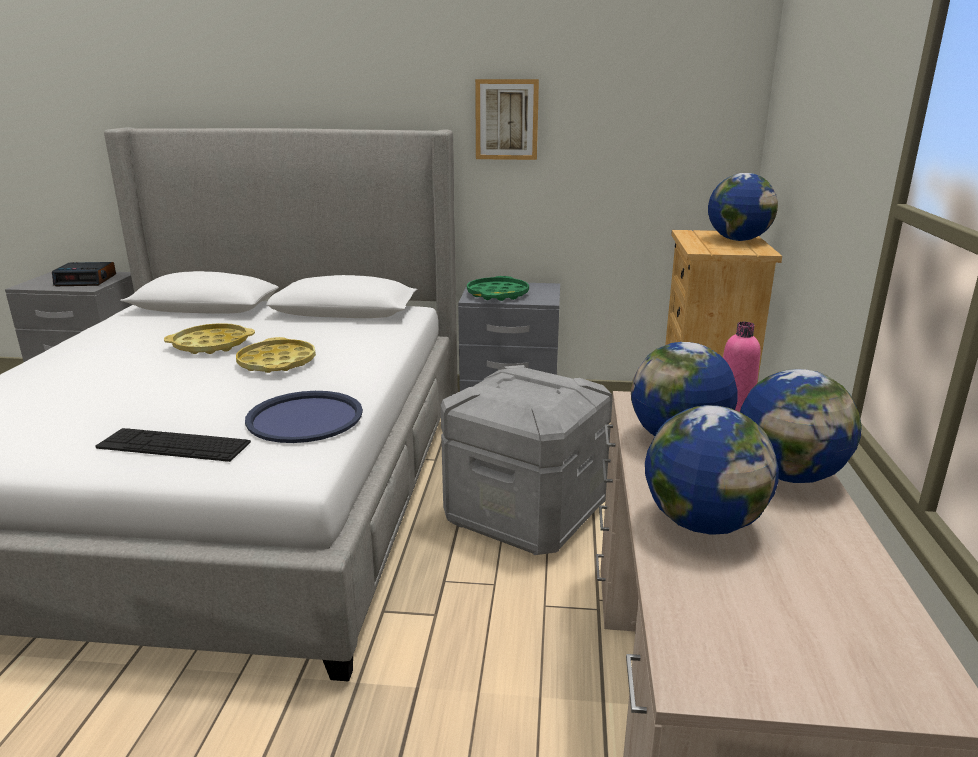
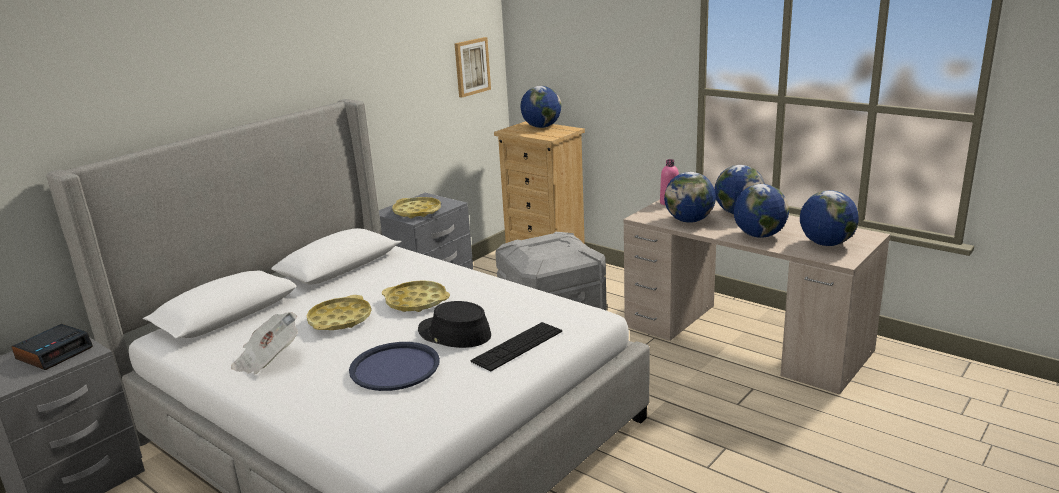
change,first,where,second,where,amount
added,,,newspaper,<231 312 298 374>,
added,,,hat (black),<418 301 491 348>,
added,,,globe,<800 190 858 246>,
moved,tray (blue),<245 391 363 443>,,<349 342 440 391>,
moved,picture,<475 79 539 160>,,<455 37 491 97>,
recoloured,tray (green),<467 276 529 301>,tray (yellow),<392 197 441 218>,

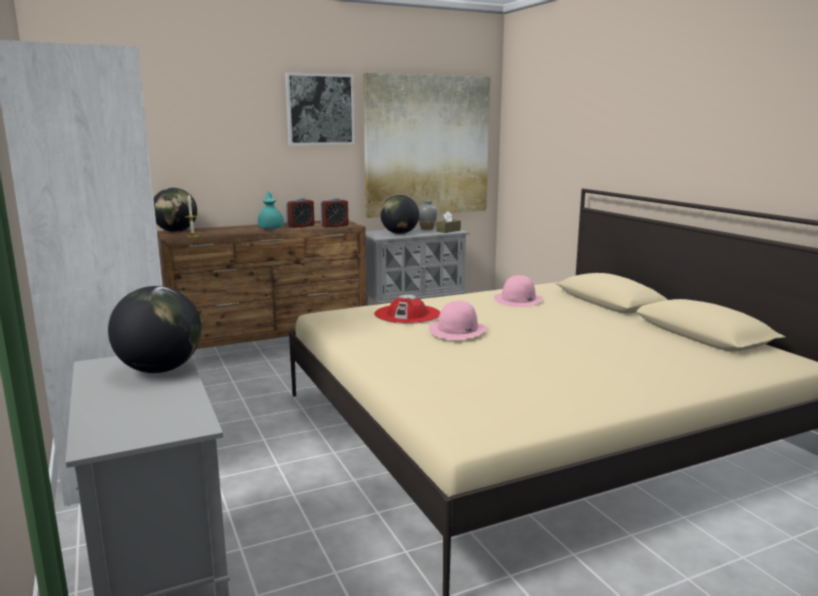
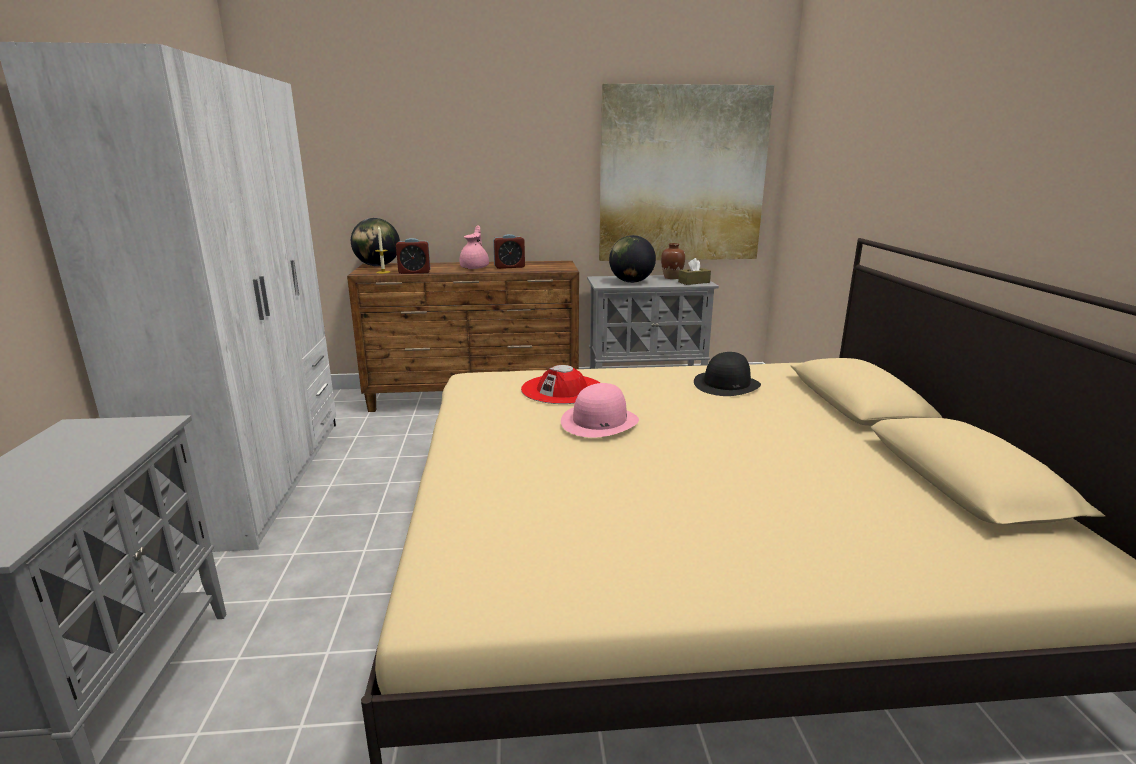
change,first,where,second,where,amount
removed,globe,<108 286 202 373>,,,
removed,picture,<285 73 355 145>,,,
moved,alarm clock,<320 198 348 227>,,<396 238 430 274>,
recoloured,teapot (turquoise),<258 191 284 229>,teapot (pink),<459 225 489 269>,
recoloured,vase (grey),<418 200 437 230>,vase (brown),<661 243 685 279>,
recoloured,hat (pink),<494 275 543 307>,hat (black),<694 352 761 396>,

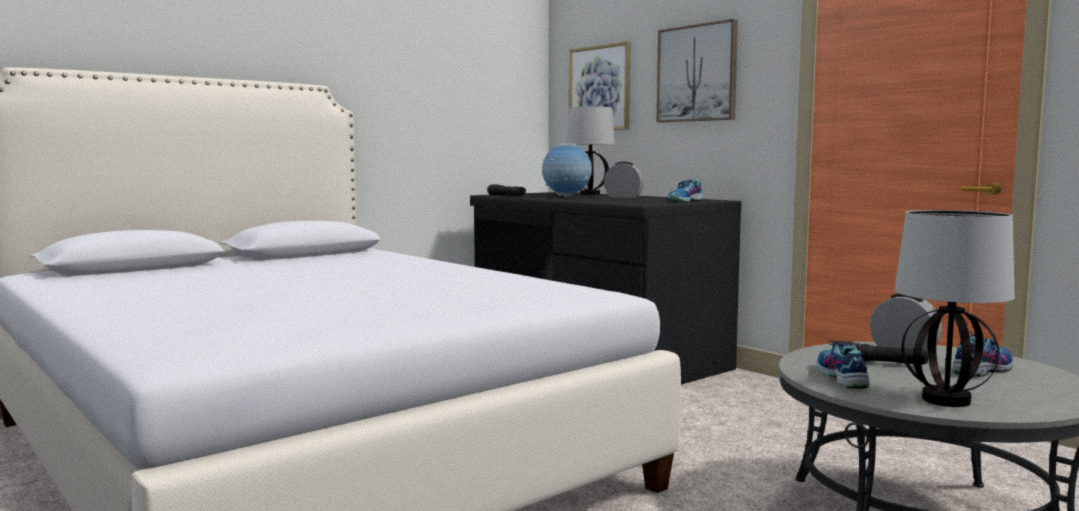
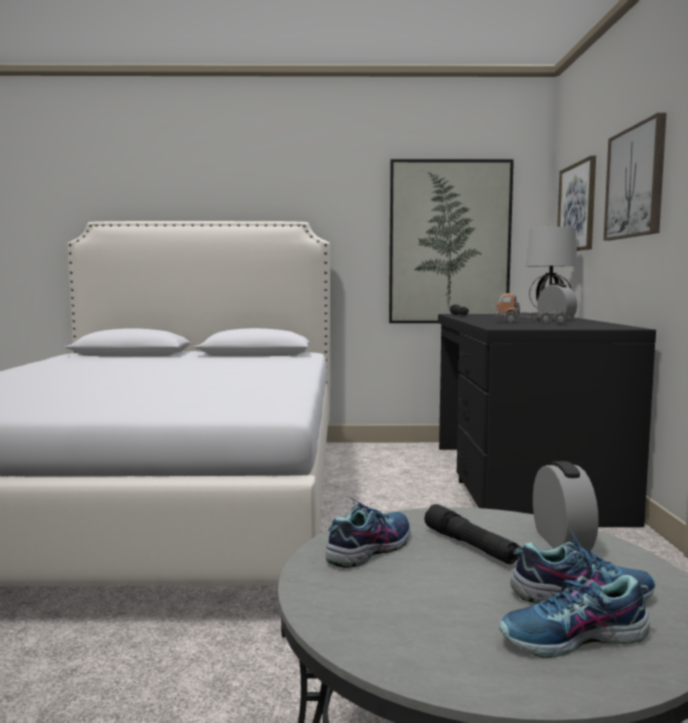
change,first,where,second,where,amount
removed,globe,<542 143 592 197>,,,
removed,table lamp,<894 210 1015 407>,,,
added,,,picture,<389 159 514 323>,
added,,,toy truck,<495 293 570 324>,
moved,shoe,<668 178 703 202>,,<499 575 650 658>,

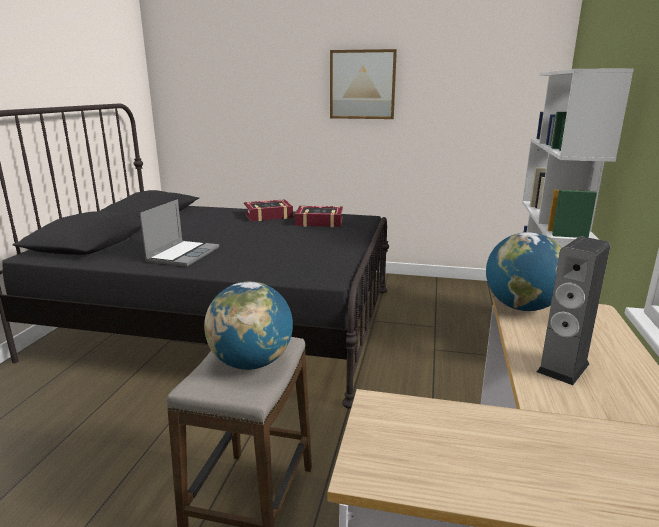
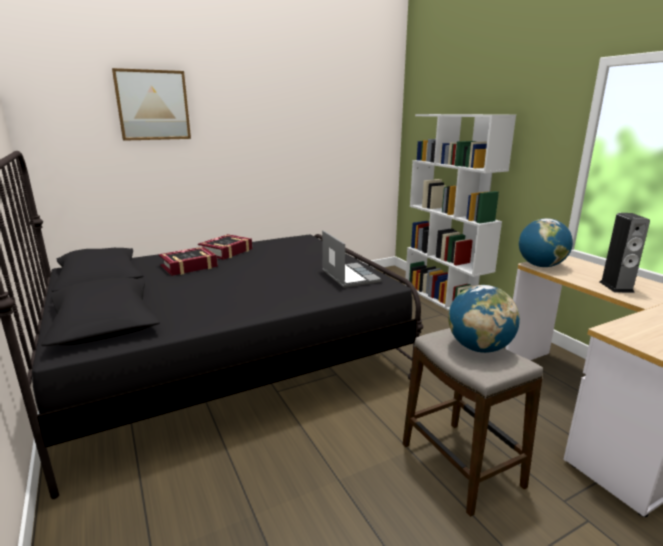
change,first,where,second,where,amount
moved,laptop,<140 199 219 267>,,<322 230 381 288>,
moved,book,<295 205 343 227>,,<159 247 218 276>,
moved,picture,<330 49 397 119>,,<112 68 191 141>,

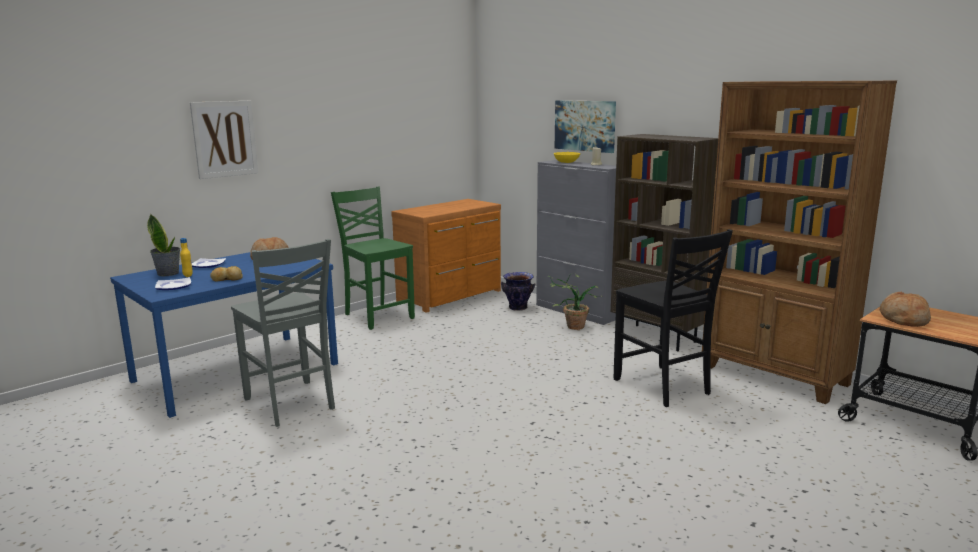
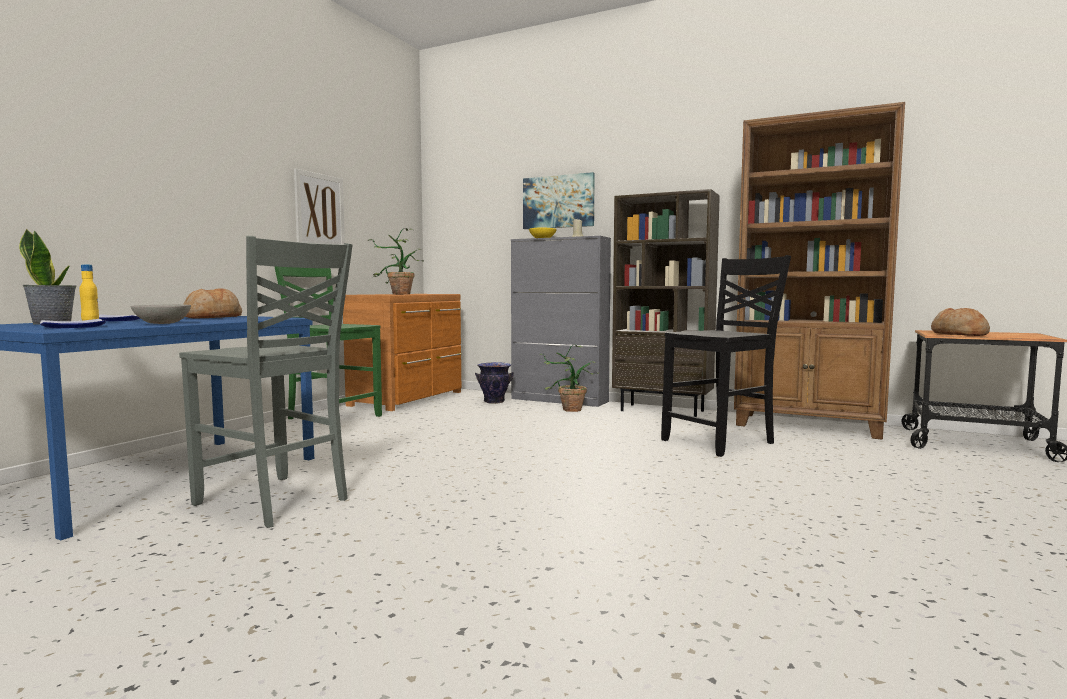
change,first,where,second,where,amount
added,,,potted plant,<369 228 424 294>,
moved,picture,<190 101 258 179>,,<294 169 345 245>,
replaced,bread,<210 266 243 281>,bowl (grey),<131 304 191 324>,
turned,chair (black),<613 229 733 407>,,<661 255 791 457>,75 degrees counterclockwise

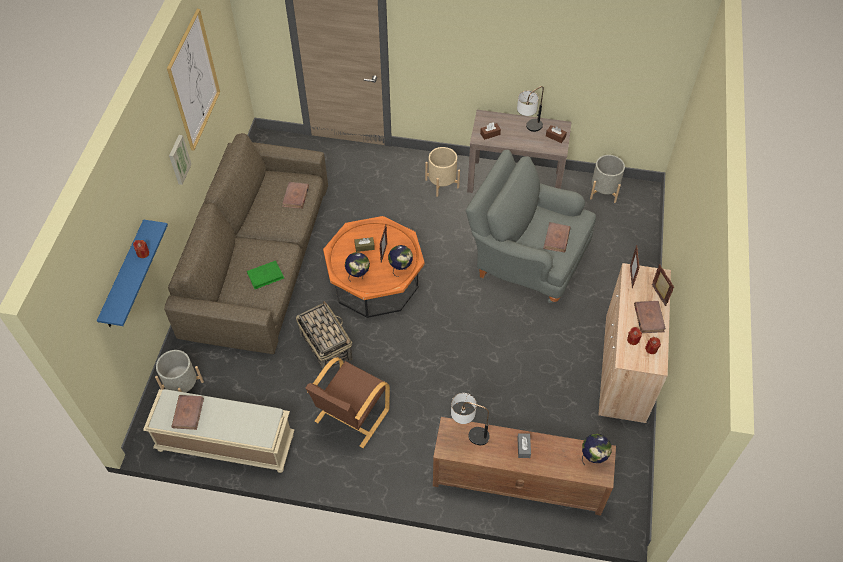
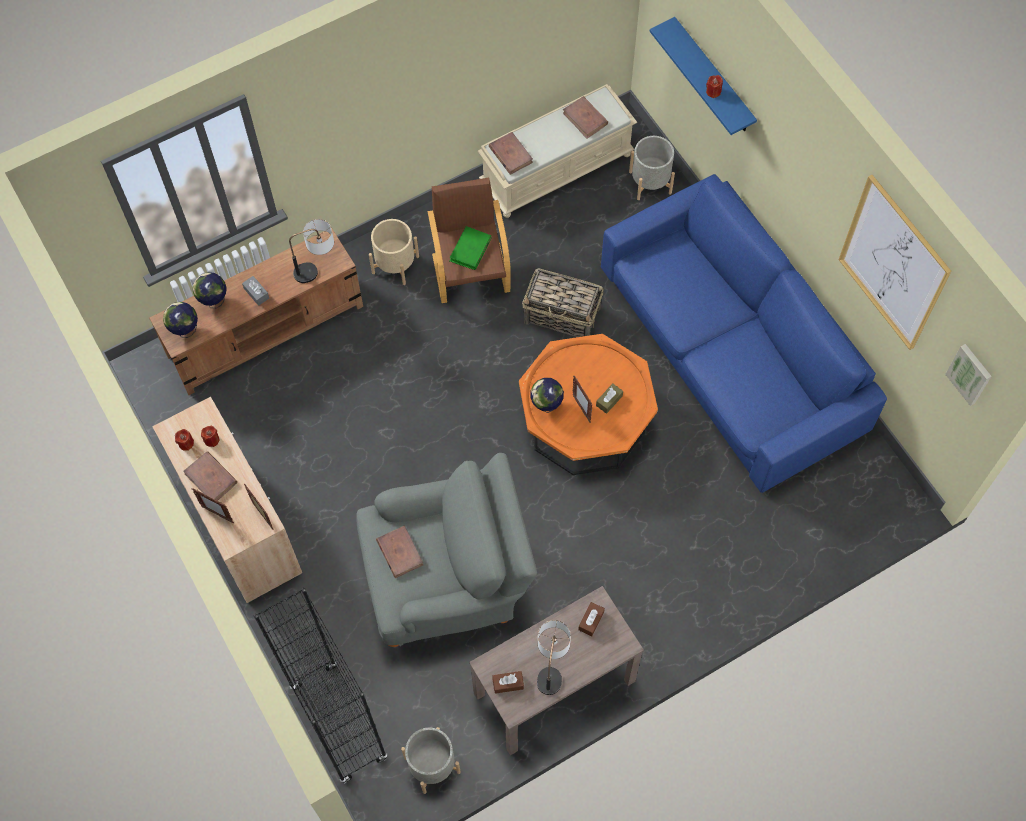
change,first,where,second,where,amount
added,,,bookcase (black),<254 588 388 784>,
moved,picture,<169 135 192 185>,,<945 344 992 406>,
moved,book (green),<247 261 285 289>,,<449 226 492 270>,
moved,book (brown),<282 182 309 209>,,<489 132 533 175>,
moved,globe,<345 252 370 282>,,<192 272 227 308>,
moved,planter (beige),<425 147 460 197>,,<369 219 419 285>,
recoloured,sofa (brown),<164 133 328 354>,sofa (blue),<601 174 887 493>,

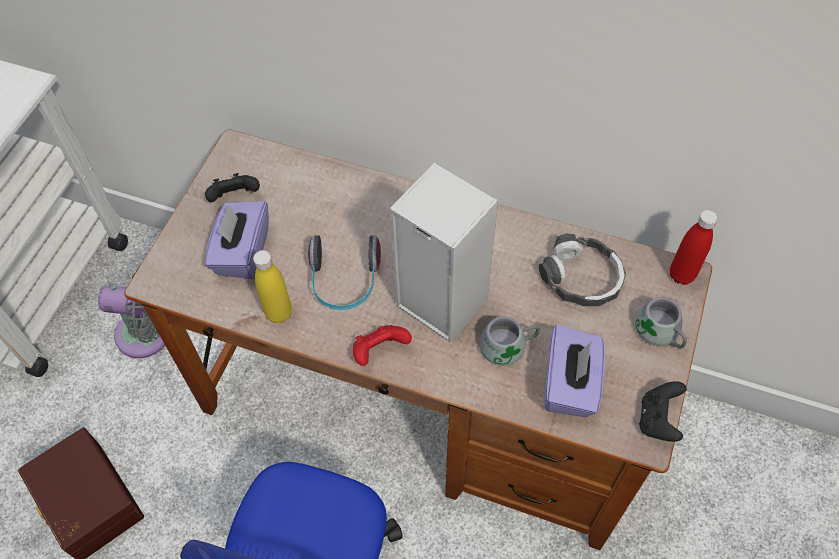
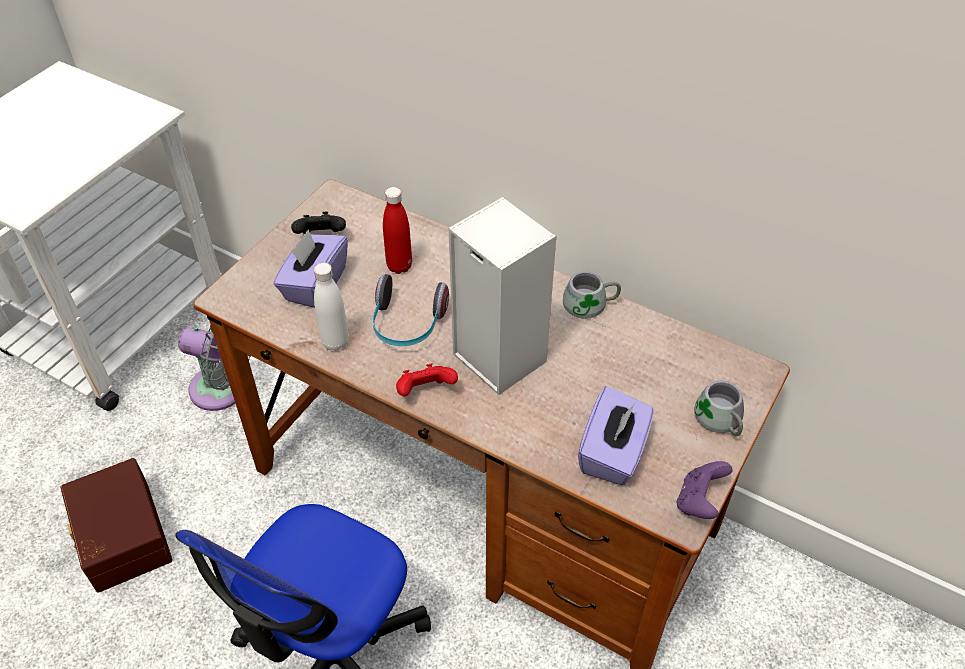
change,first,where,second,where,amount
removed,headphones,<539 233 626 306>,,,
moved,mug (grey),<480 316 540 372>,,<563 271 621 327>,
moved,bottle (red),<670 210 718 285>,,<383 187 412 274>,
recoloured,bottle (yellow),<253 250 292 323>,bottle (white),<314 263 349 351>,
recoloured,game controller (black),<639 381 687 442>,game controller (purple),<677 461 732 519>,

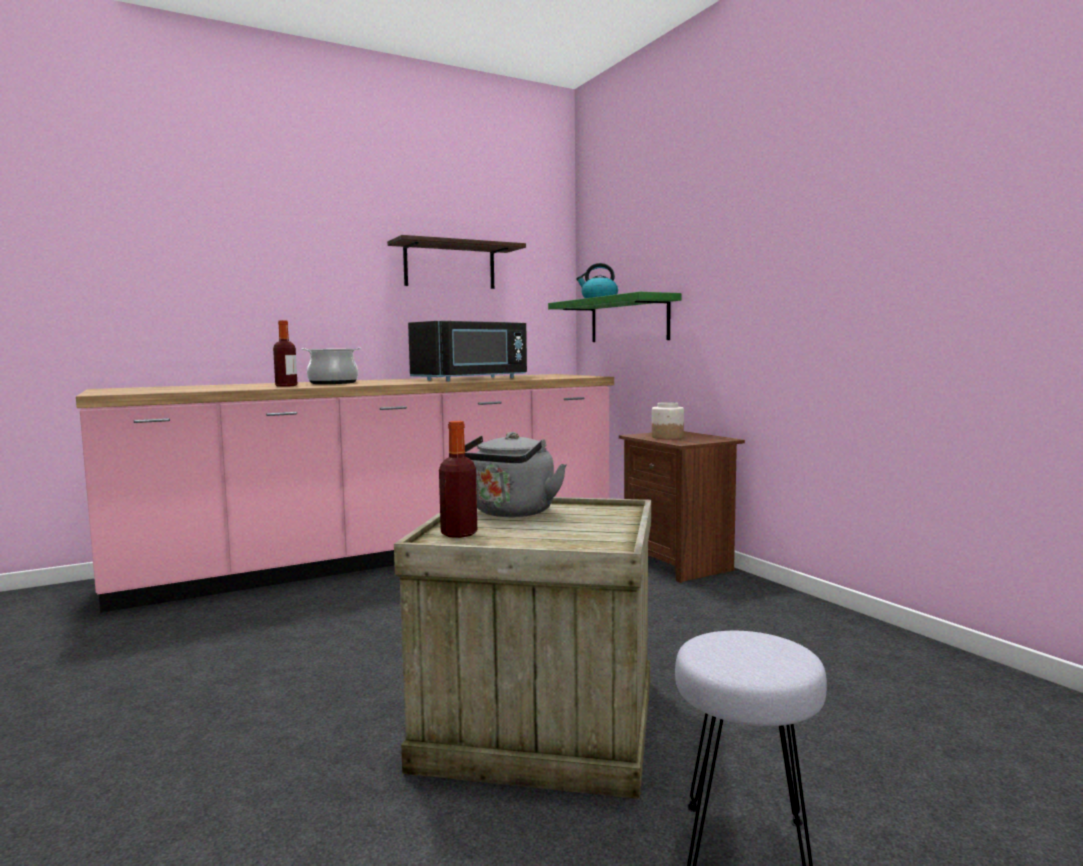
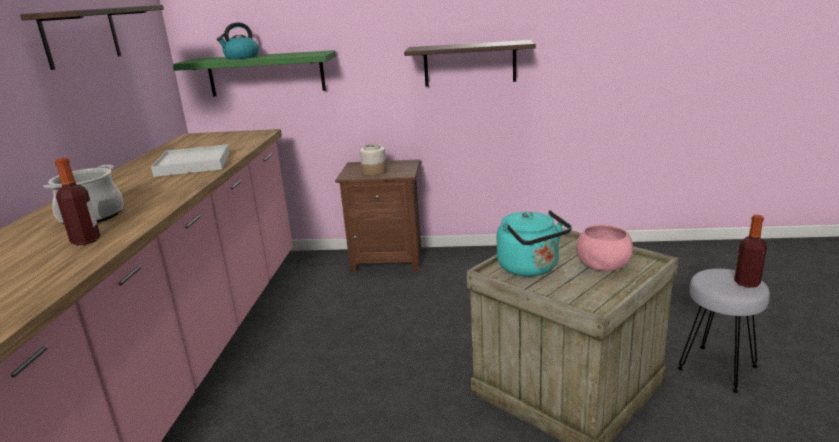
change,first,where,second,where,amount
added,,,shelf,<404 40 536 86>,
added,,,bowl (pink),<576 224 633 271>,
moved,bottle,<439 421 477 538>,,<734 215 767 288>,
replaced,microwave (black),<408 321 527 381>,tray (white),<151 144 230 177>,
recoloured,kettle (grey),<465 432 567 517>,kettle (turquoise),<497 210 572 276>,

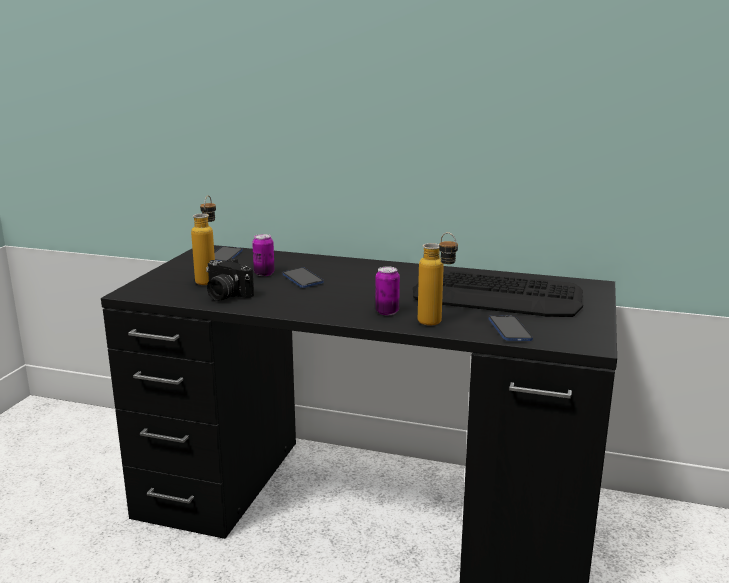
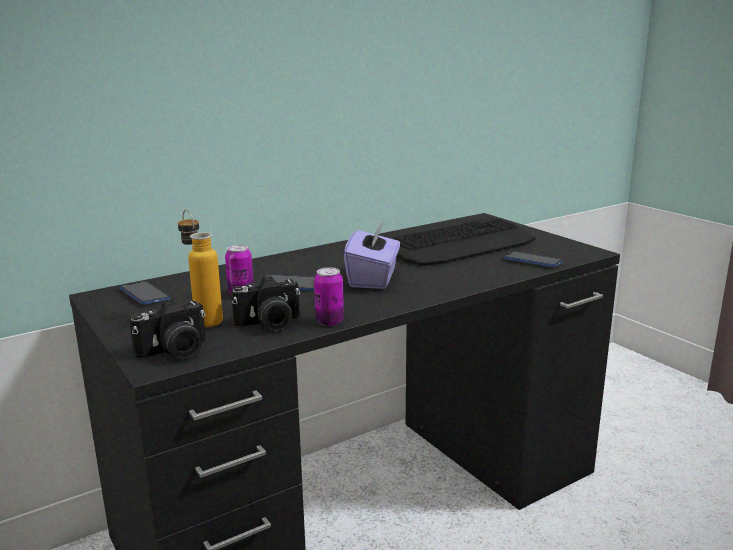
change,first,where,second,where,amount
removed,bottle,<418 232 458 326>,,,
added,,,photo camera,<129 299 206 359>,
added,,,tissue box (purple),<344 221 400 289>,
moved,can,<375 266 400 315>,,<314 267 344 326>,

